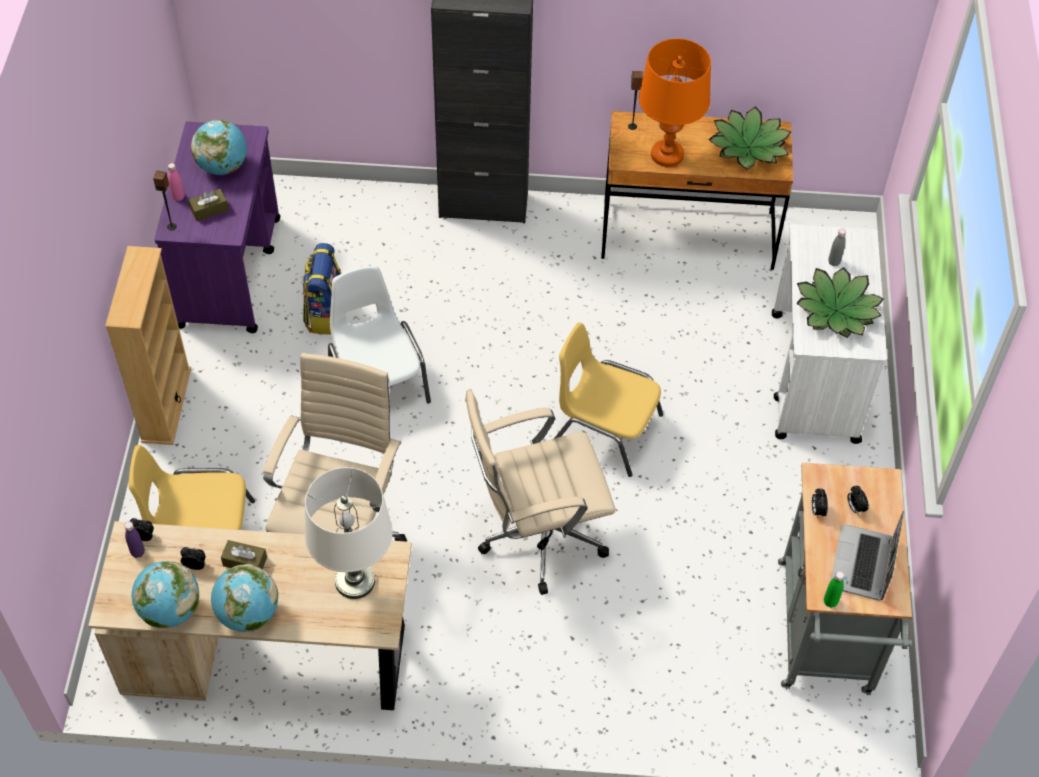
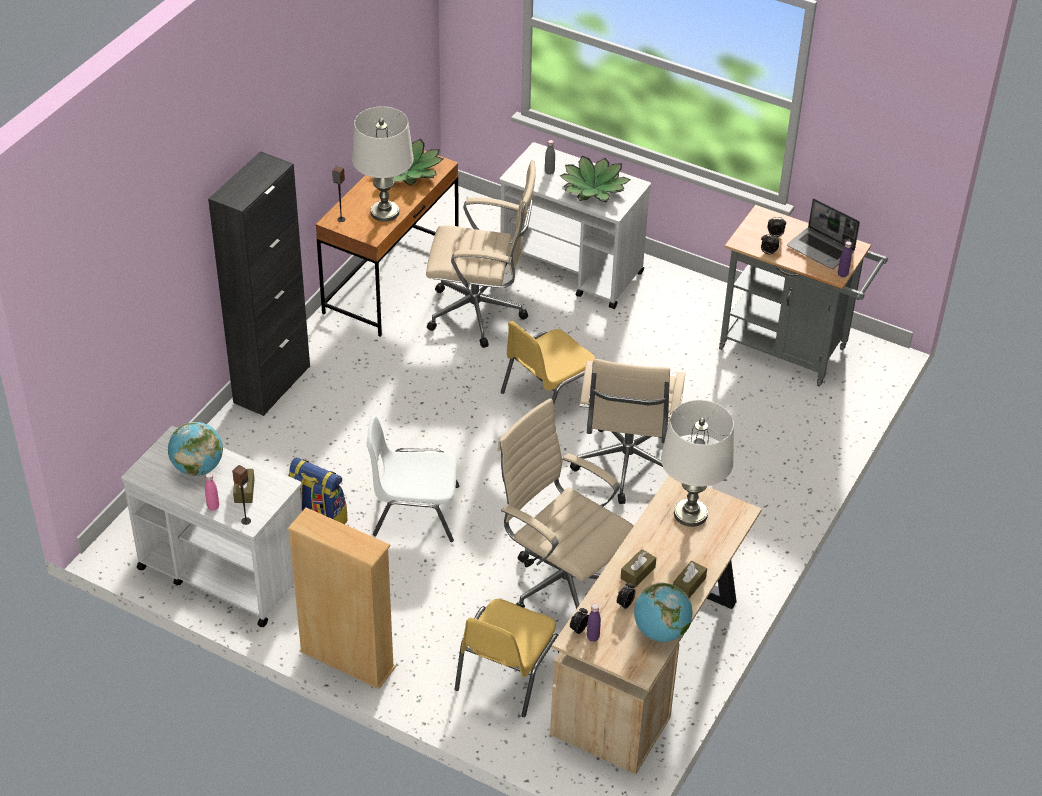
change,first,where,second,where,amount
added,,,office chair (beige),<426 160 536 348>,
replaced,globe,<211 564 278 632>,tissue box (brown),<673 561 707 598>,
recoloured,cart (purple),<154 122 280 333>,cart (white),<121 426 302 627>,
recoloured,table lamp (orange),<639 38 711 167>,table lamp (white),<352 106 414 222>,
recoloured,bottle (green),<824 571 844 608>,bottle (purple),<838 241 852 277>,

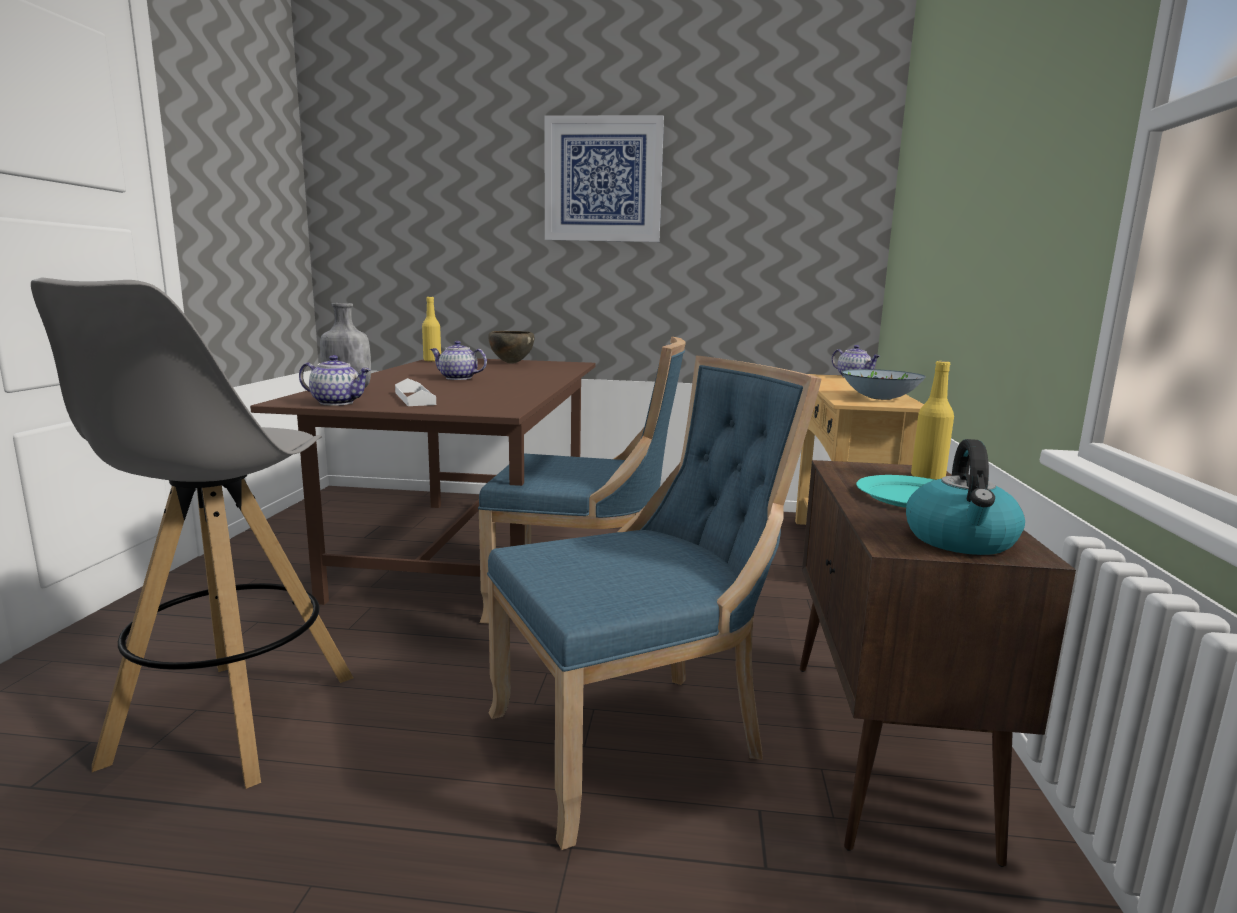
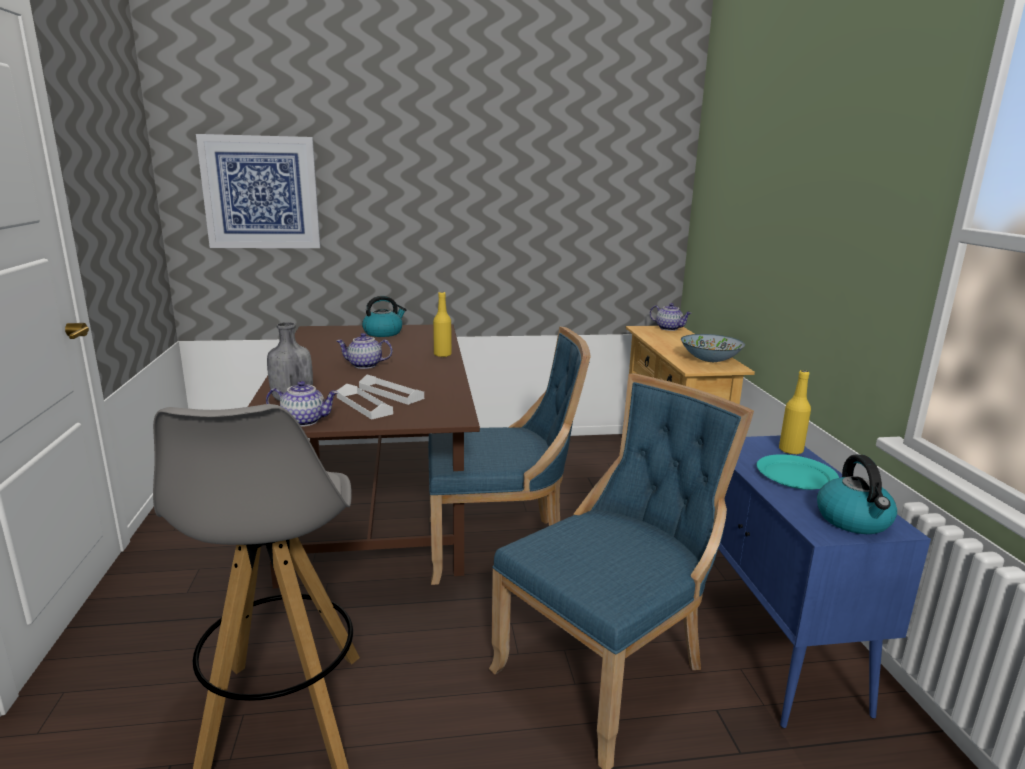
change,first,where,second,where,amount
added,,,tray (white),<359 375 424 405>,
moved,bottle (yellow),<422 297 441 362>,,<433 292 452 357>,
moved,picture,<545 115 664 242>,,<196 134 321 248>,
replaced,bowl (brown),<488 331 534 364>,kettle,<362 296 407 337>,
recoloured,cabinet (brown),<800 460 1076 867>,cabinet (blue),<718 435 931 728>,

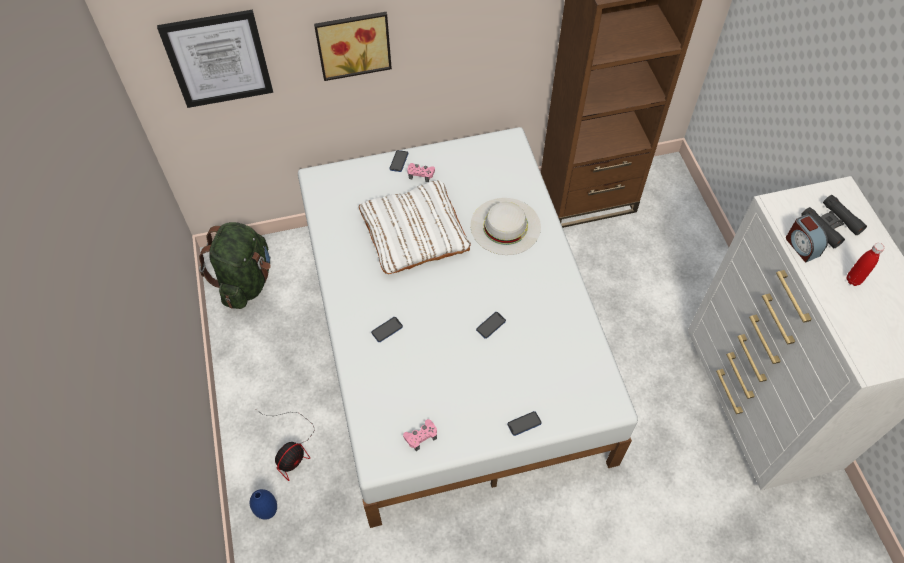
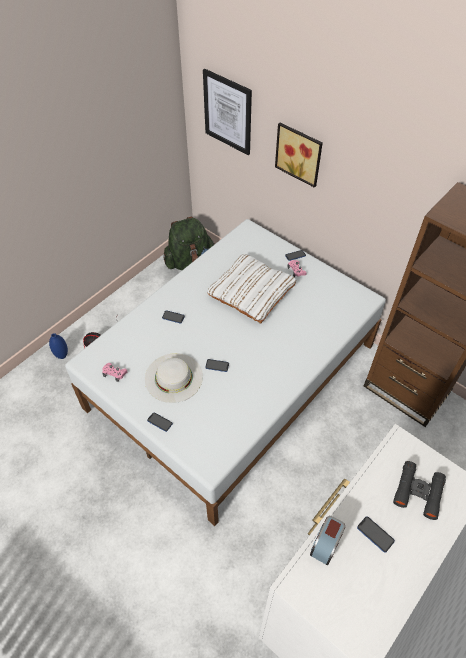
change,first,where,second,where,amount
moved,hat (white),<470 198 541 255>,,<145 353 203 403>,
moved,alarm clock,<786 214 828 263>,,<310 516 345 565>,
replaced,bottle (red),<847 243 884 286>,phone,<357 516 395 552>,

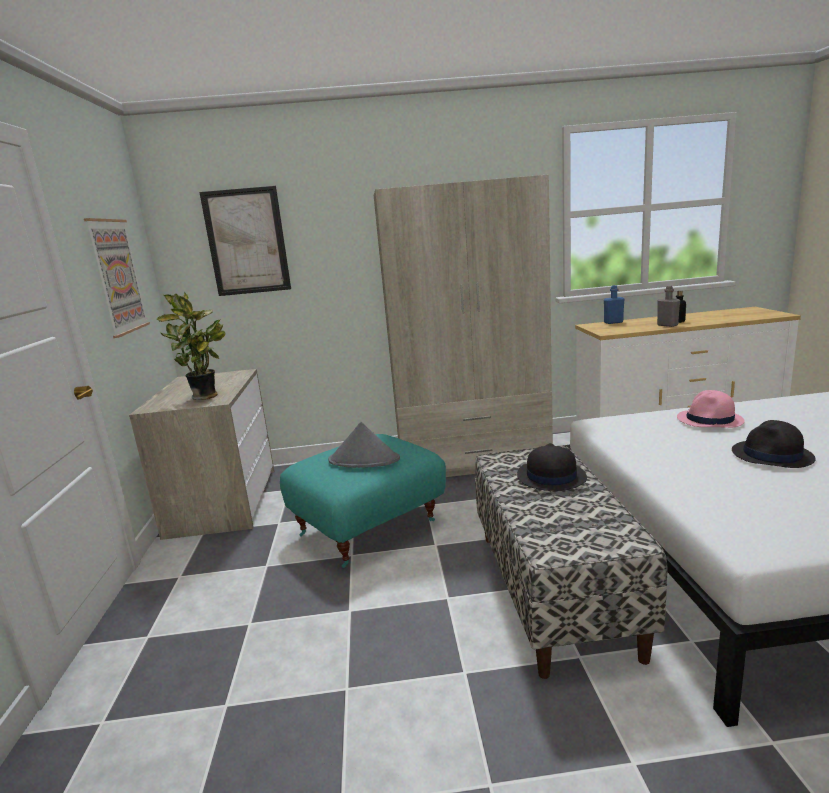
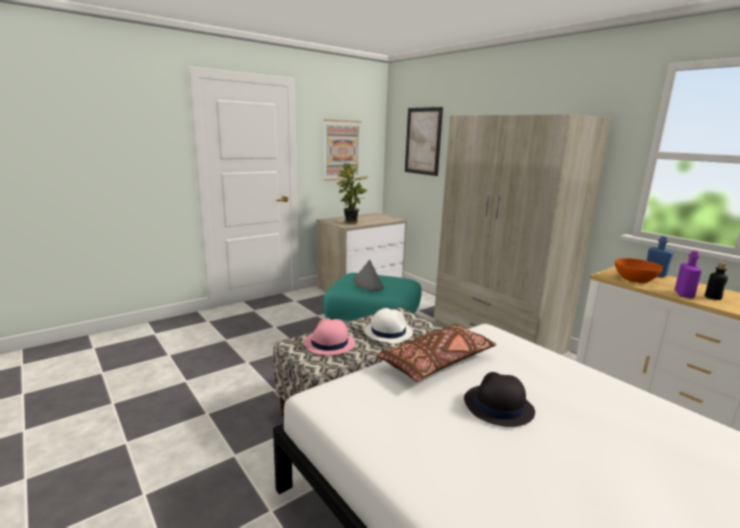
change,first,where,second,where,amount
added,,,pillow (brown),<376 324 496 382>,
added,,,bowl (orange),<615 258 663 283>,
moved,hat (pink),<677 390 745 428>,,<303 319 355 355>,
recoloured,hat (black),<517 443 587 491>,hat (white),<364 308 413 344>,
recoloured,bottle (grey),<657 286 680 327>,bottle (purple),<675 251 702 298>,

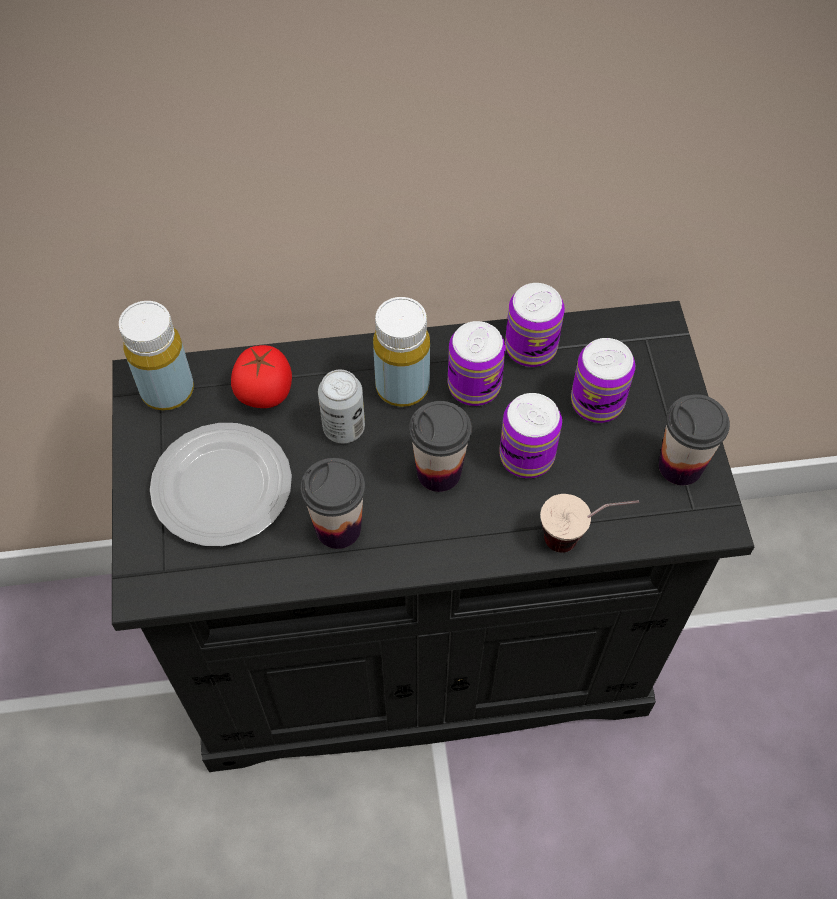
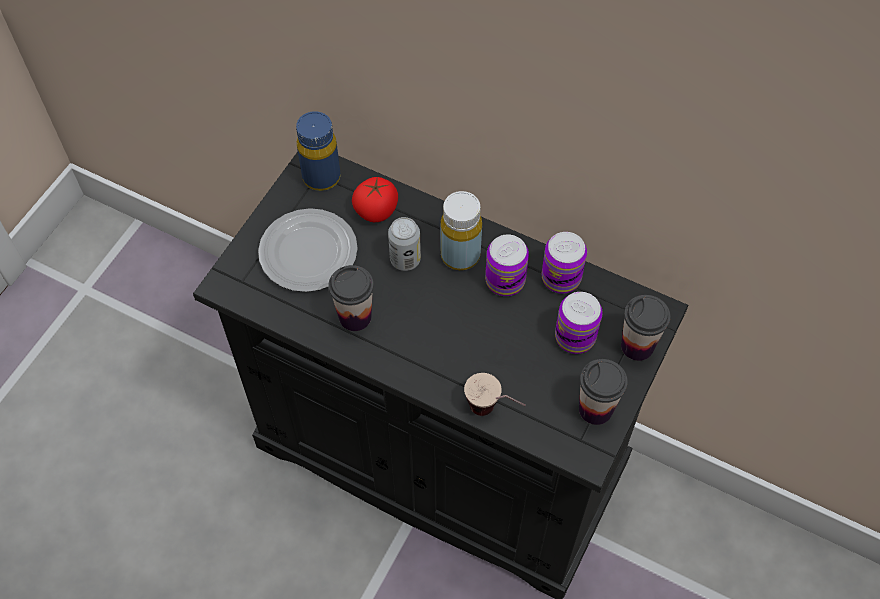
change,first,where,second,where,amount
removed,can,<499 393 562 478>,,,
moved,cup,<409 401 472 492>,,<621 295 670 361>,
recoloured,bottle (yellow),<119 301 194 411>,bottle (blue),<296 111 340 191>,

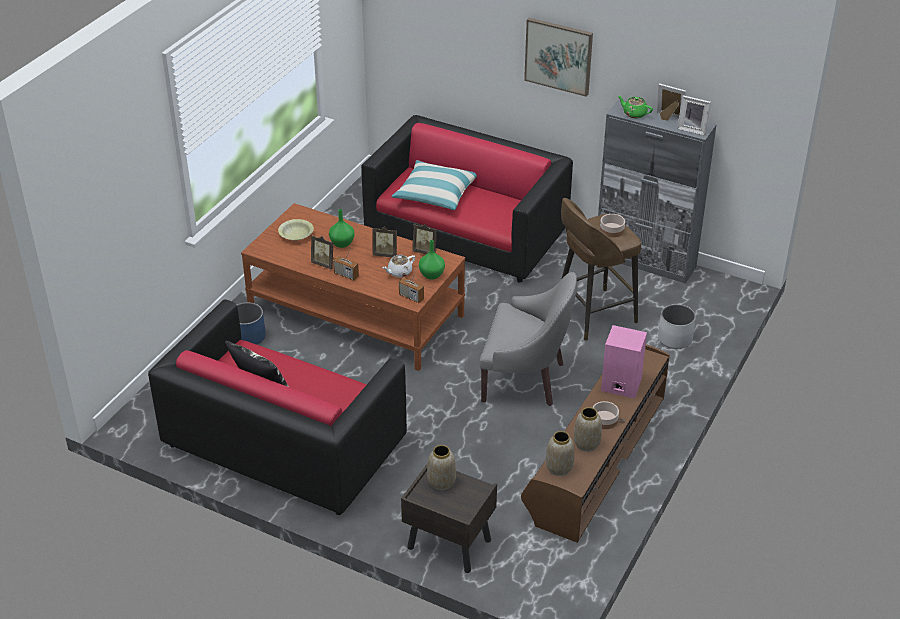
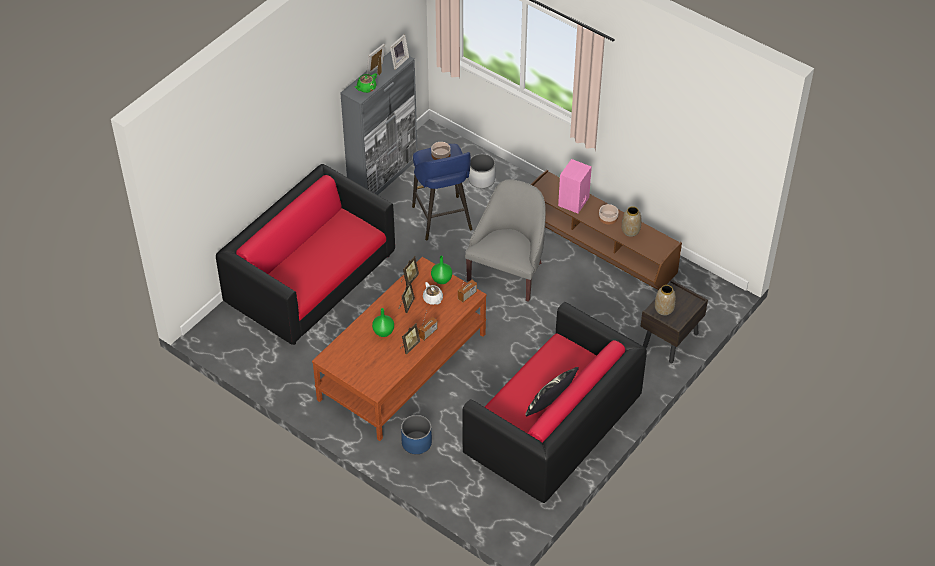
change,first,where,second,where,amount
removed,bowl (yellow),<278 219 314 241>,,,
removed,pillow,<392 160 477 210>,,,
removed,picture,<524 18 593 97>,,,
removed,vase,<546 431 575 476>,,,
recoloured,stool (brown),<561 198 641 341>,stool (blue),<412 144 472 241>,

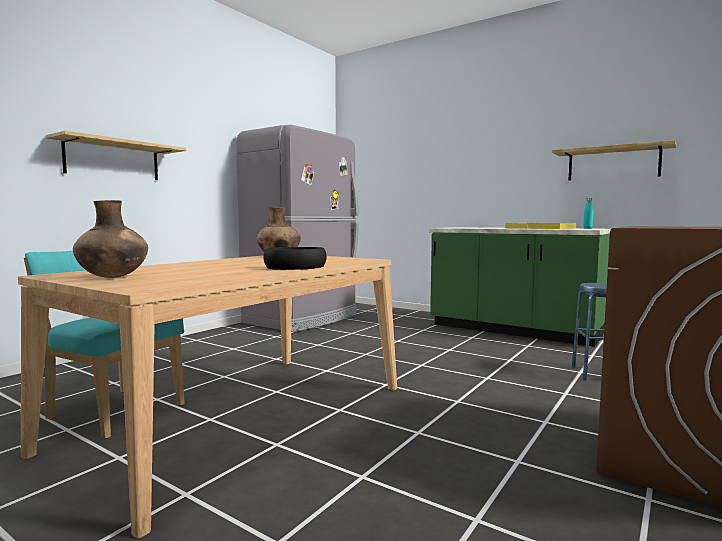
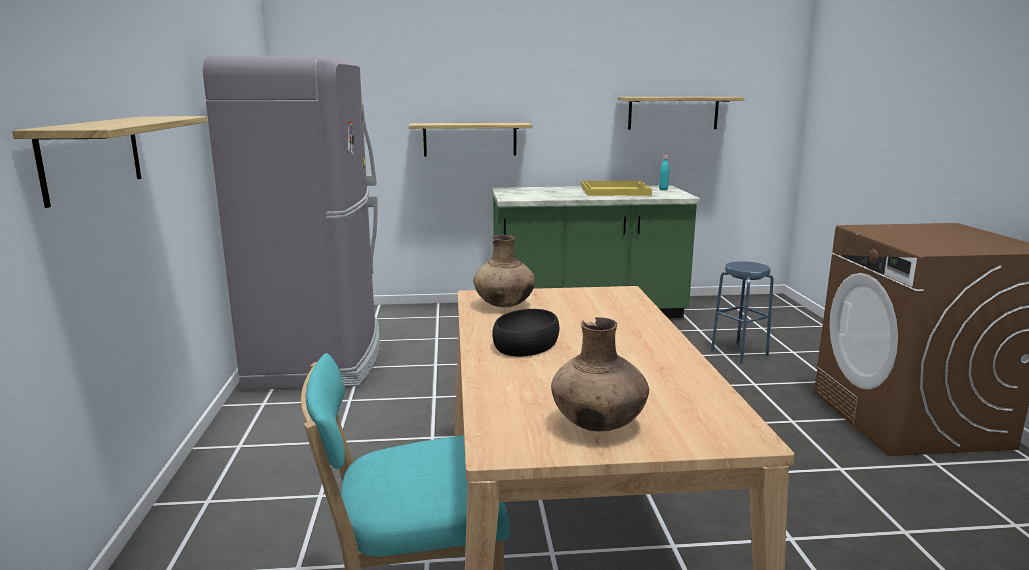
change,first,where,second,where,amount
added,,,shelf,<409 123 532 156>,
moved,bowl (black),<263 247 327 270>,,<492 309 559 357>,

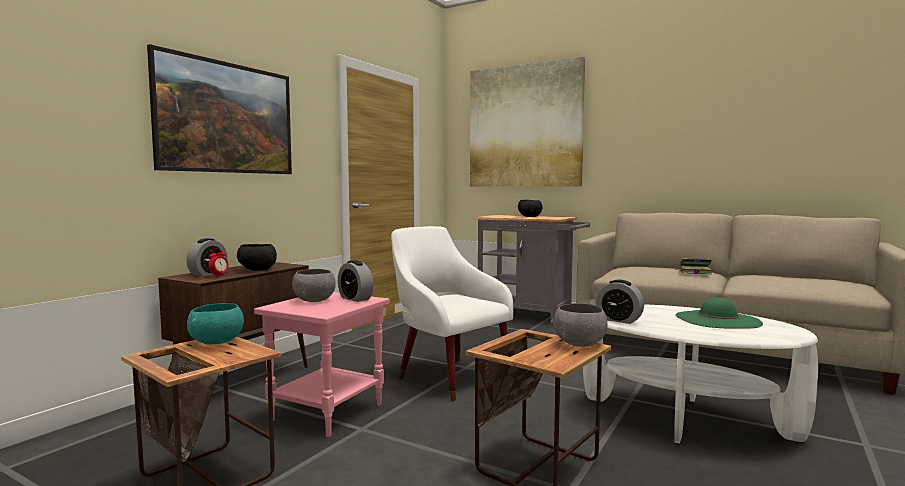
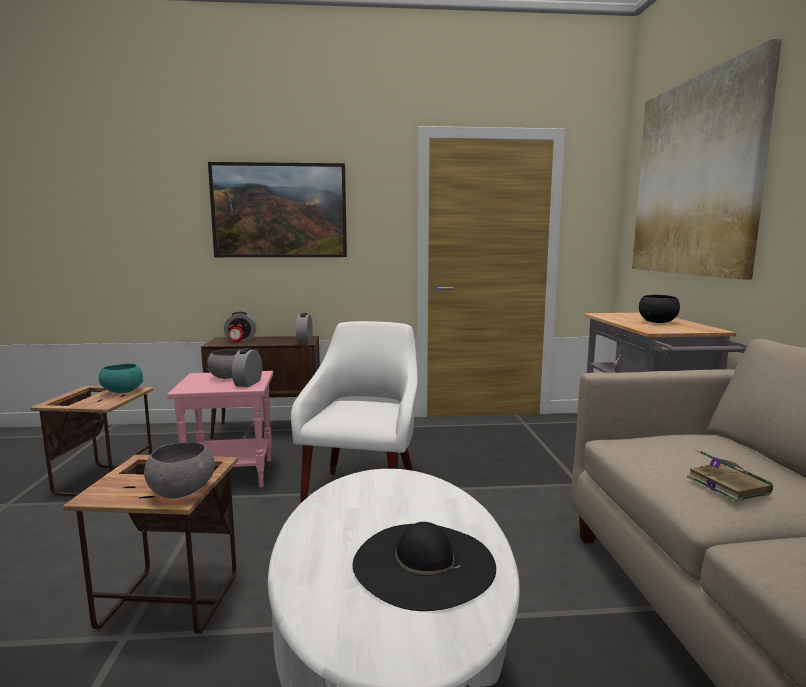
change,first,where,second,where,amount
removed,bowl (black),<237 244 277 271>,,,
moved,alarm clock,<596 280 644 324>,,<296 313 313 343>,
recoloured,hat (green),<676 297 763 329>,hat (black),<352 522 496 611>,

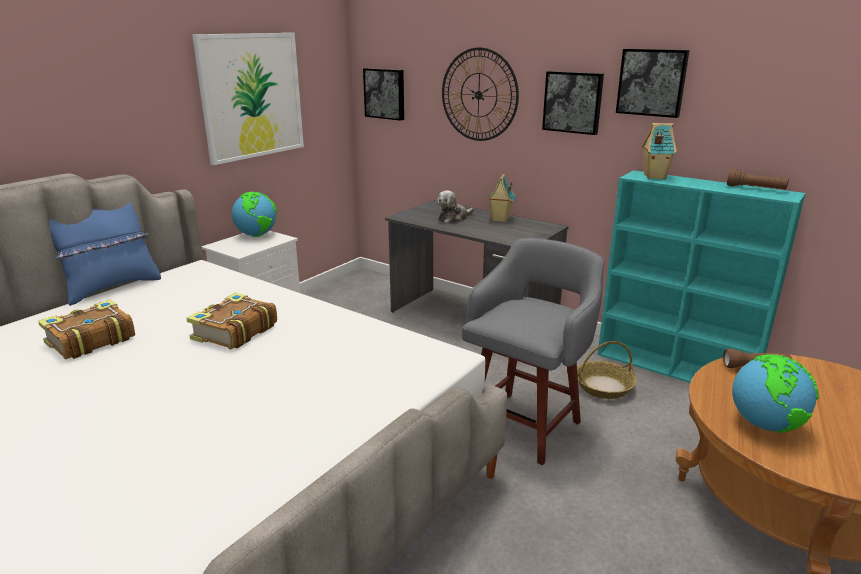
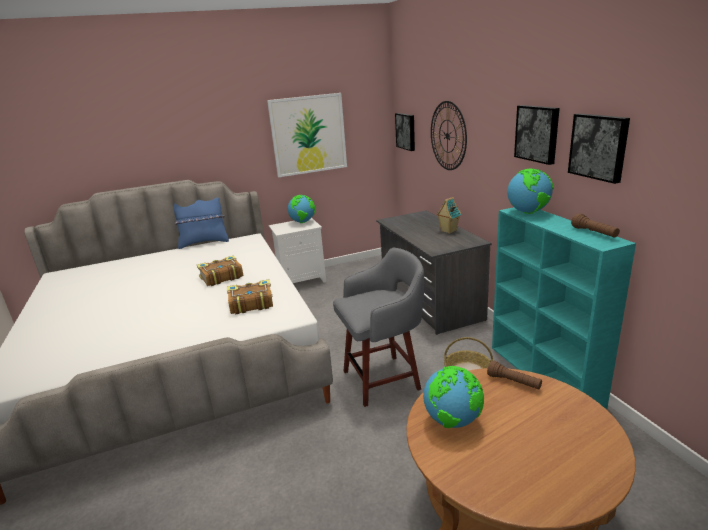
change,first,where,second,where,amount
removed,plush toy,<438 191 474 223>,,,
moved,book,<38 299 135 359>,,<227 279 273 315>,
moved,picture,<542 71 604 135>,,<568 113 630 184>,
replaced,toy house,<642 123 677 179>,globe,<507 168 554 214>,

